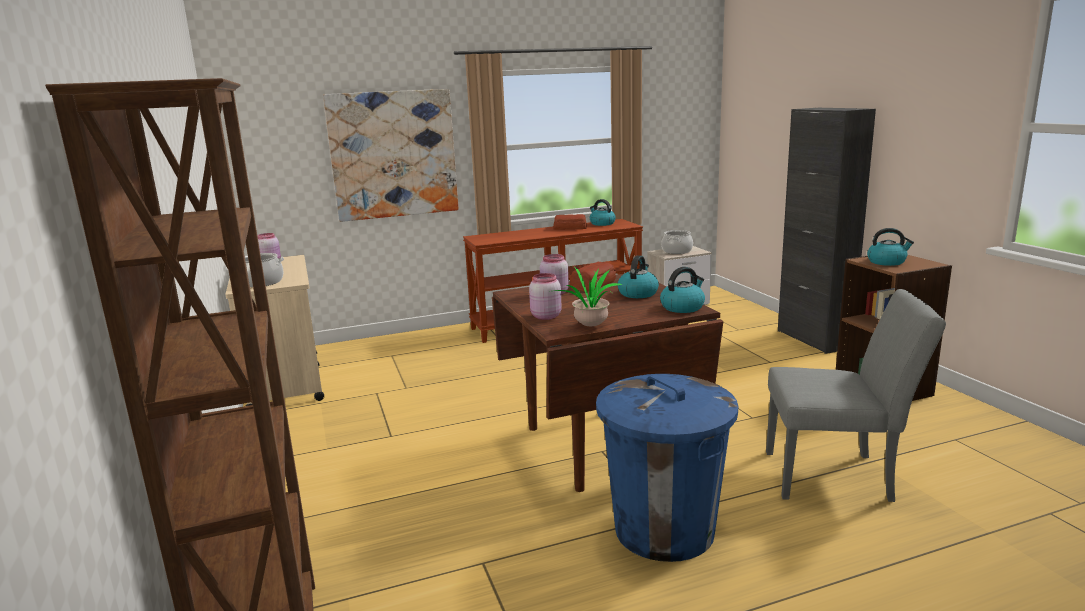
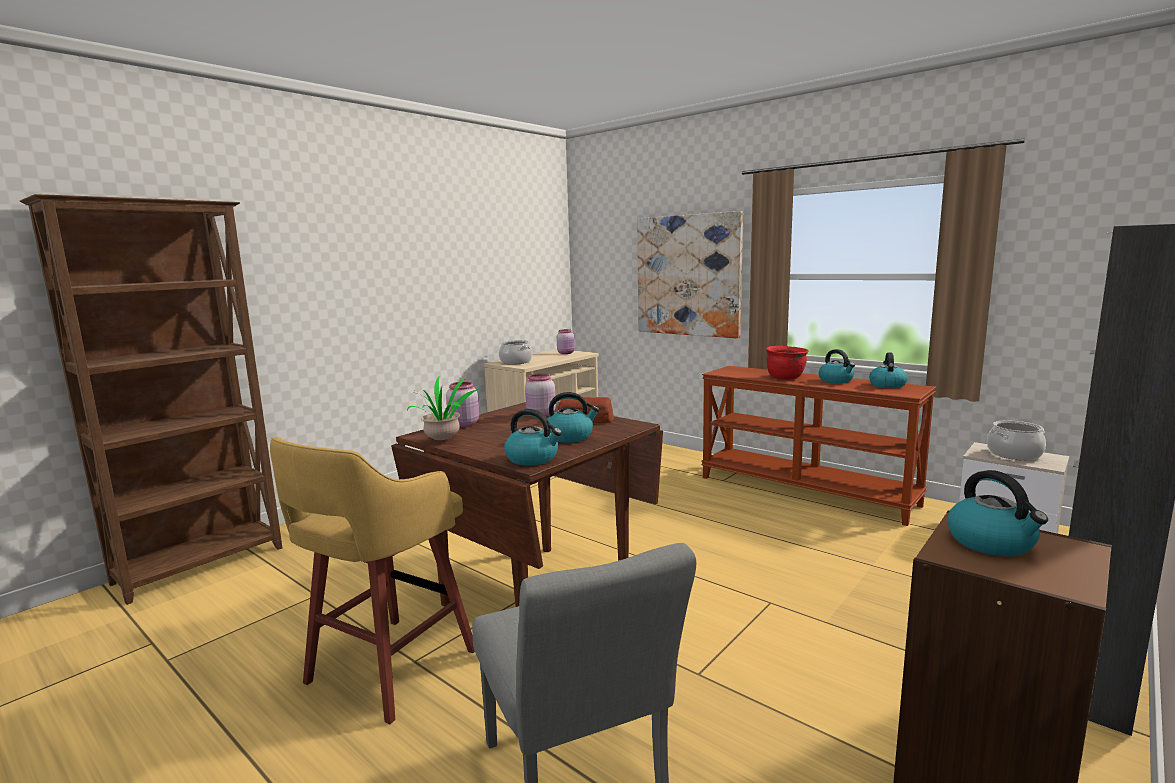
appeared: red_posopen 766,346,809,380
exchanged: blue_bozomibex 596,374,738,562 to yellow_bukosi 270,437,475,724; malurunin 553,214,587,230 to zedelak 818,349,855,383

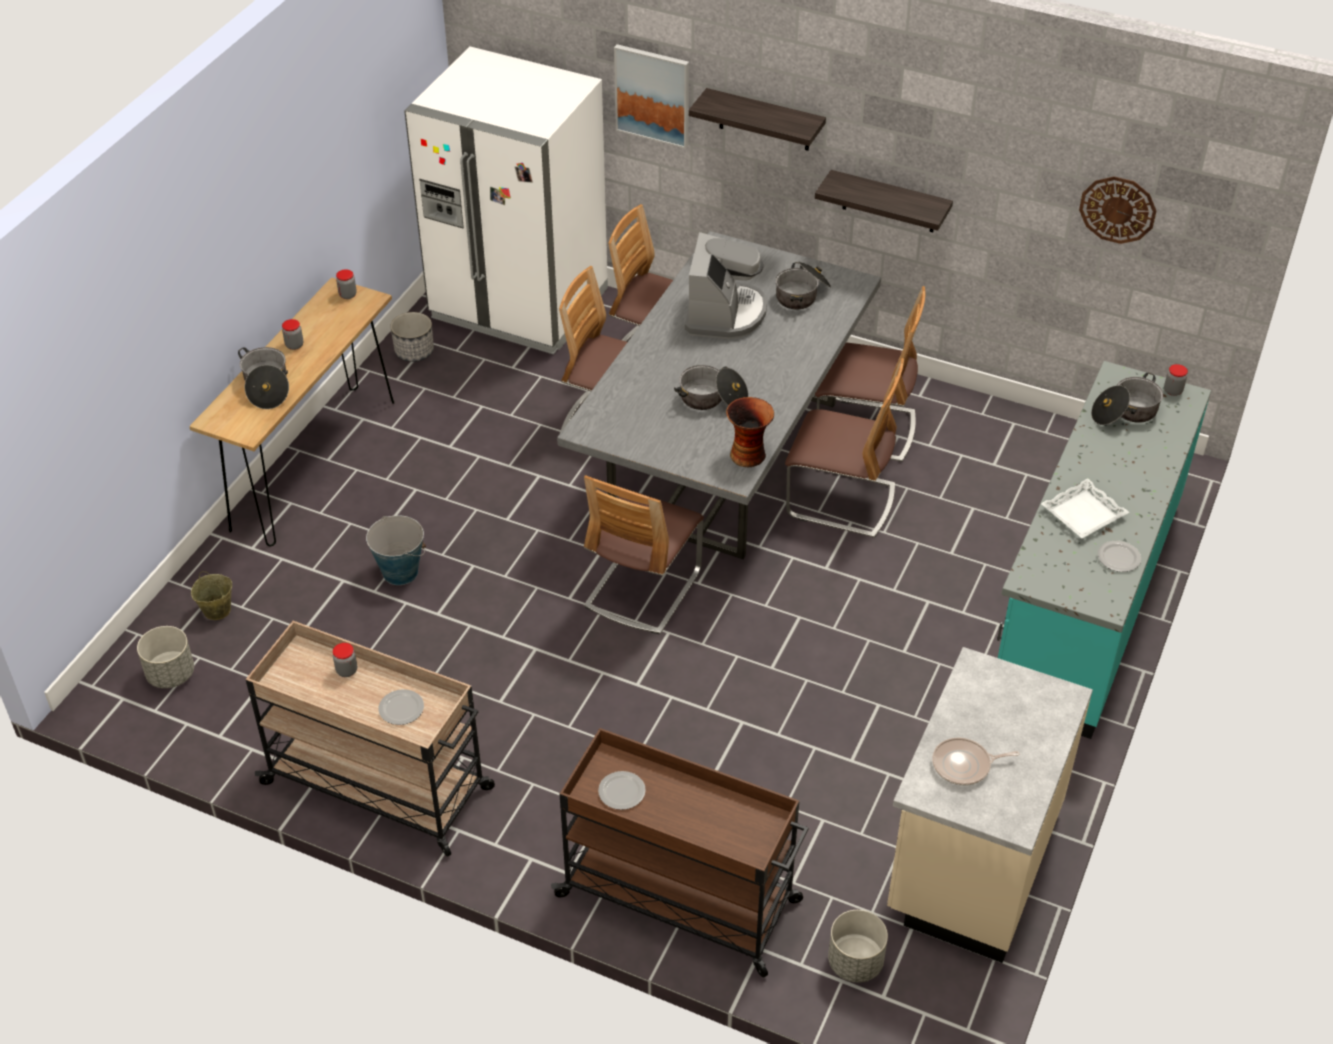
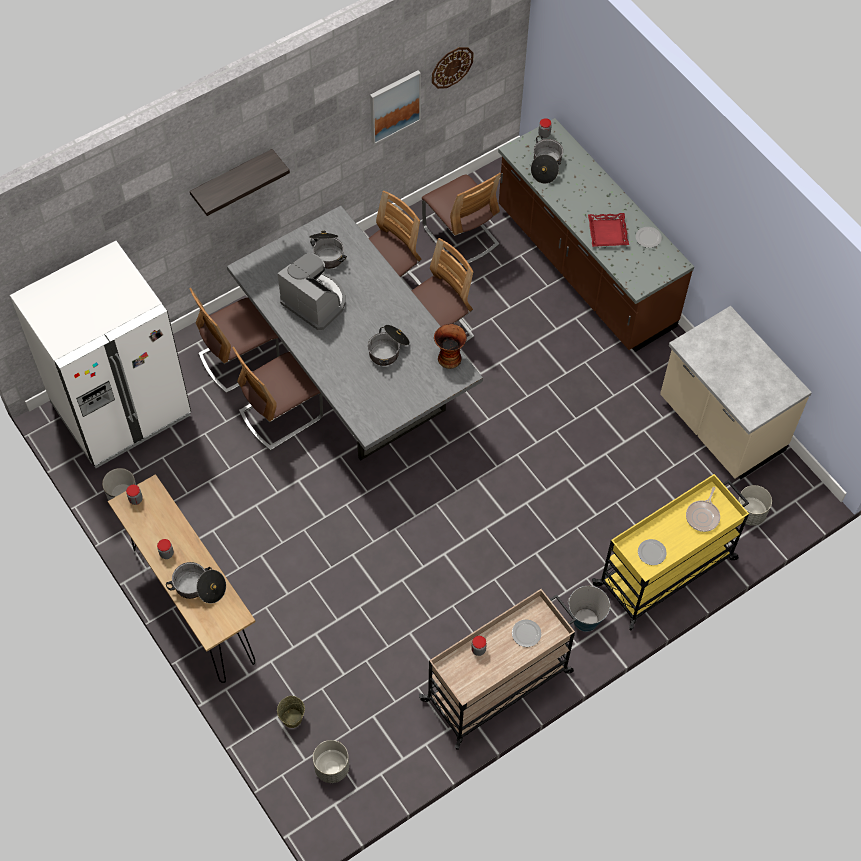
missing: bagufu 815,170,953,232
relocated: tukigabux 614,44,689,149 to 370,70,421,144; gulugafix 584,475,704,634 to 422,173,501,266; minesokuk 366,515,426,585 to 568,586,610,632; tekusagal 932,737,1019,786 to 686,487,720,532
colour: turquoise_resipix 997,361,1211,739 to brown_resipix 498,118,694,352; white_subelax 1041,478,1129,538 to red_subelax 588,213,629,247; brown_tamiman 551,728,809,977 to yellow_tamiman 592,474,749,631

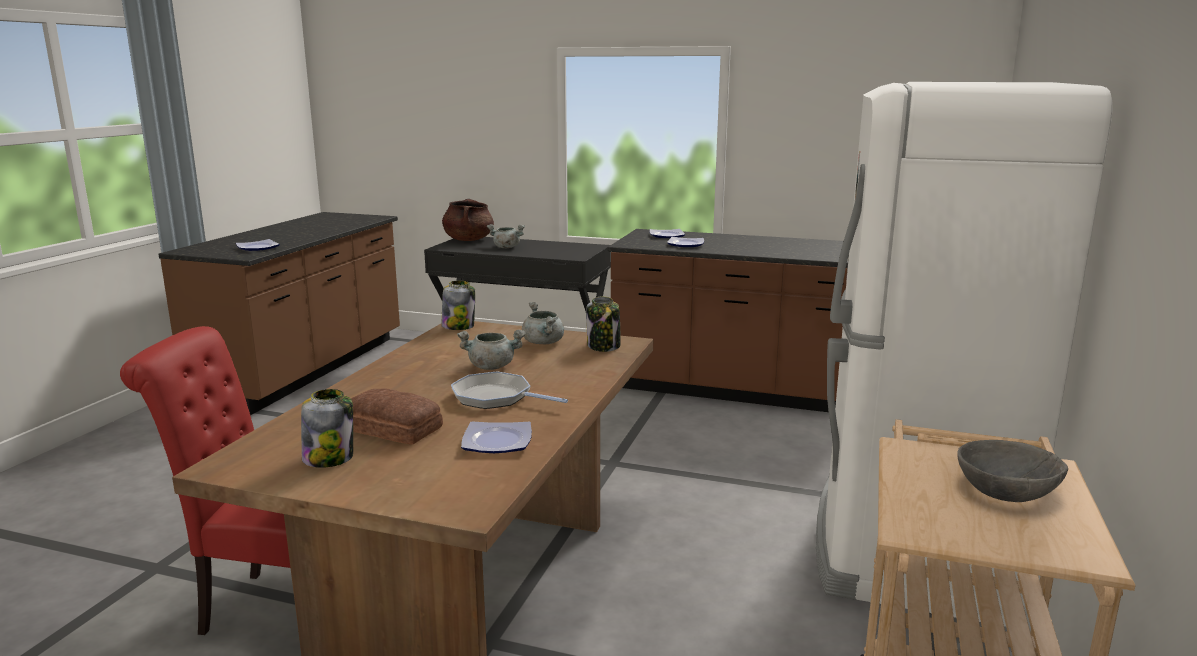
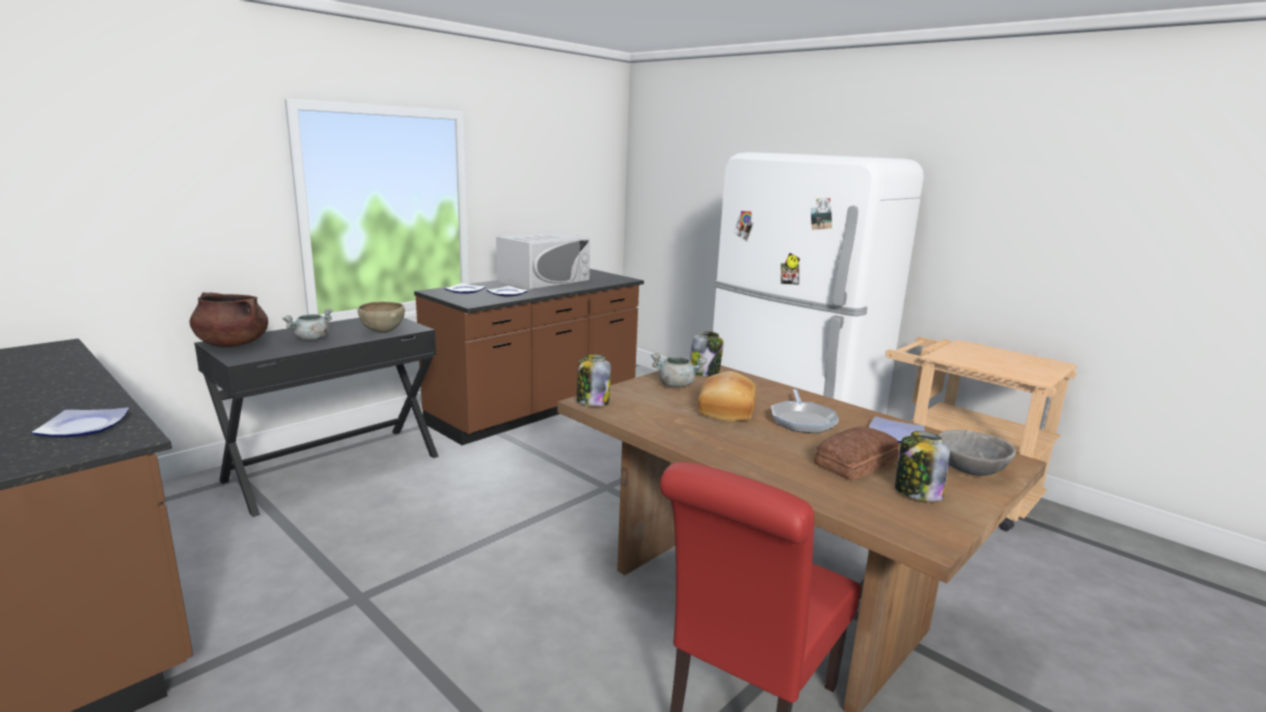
appeared: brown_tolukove 358,302,405,333; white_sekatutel 496,232,590,290
relocated: grey_tolukove 957,440,1068,502 to 938,430,1016,476
exchanged: grey_posopen 457,330,526,370 to malurunin 698,371,757,421
spun: tekusagal 451,371,568,409 = 771,389,839,433 45 degrees counterclockwise

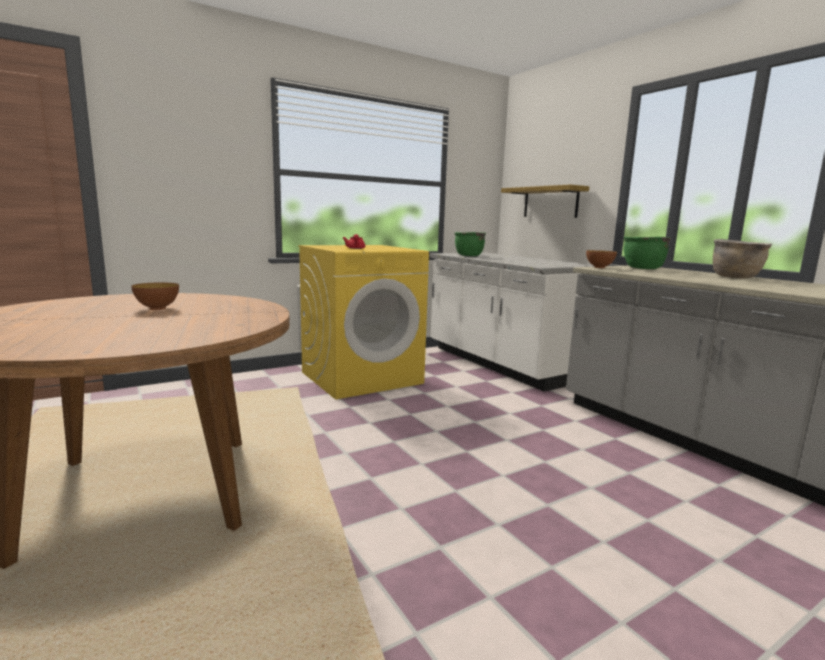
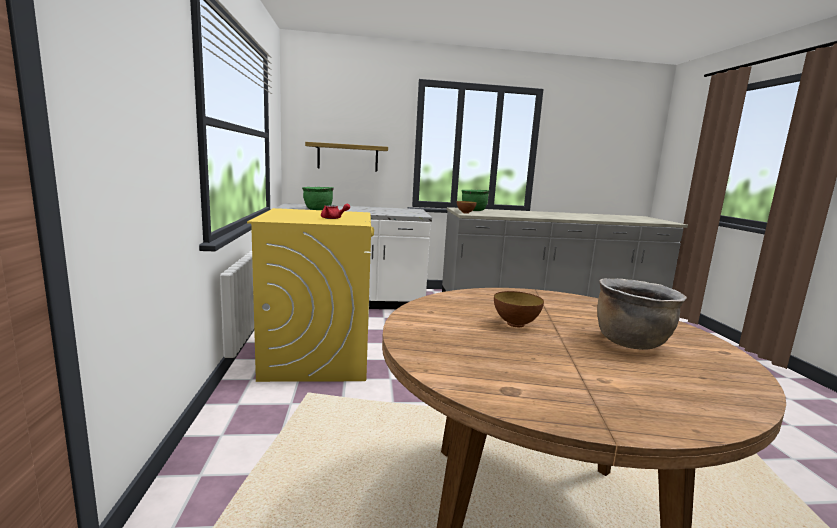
relocated: brown_posopen 713,239,772,278 to 597,278,687,350

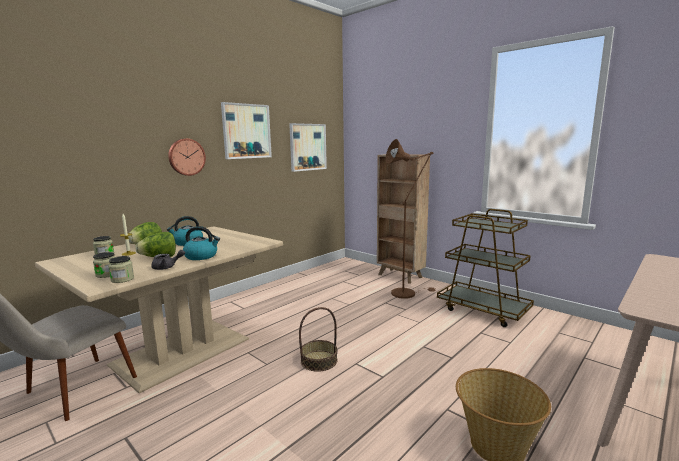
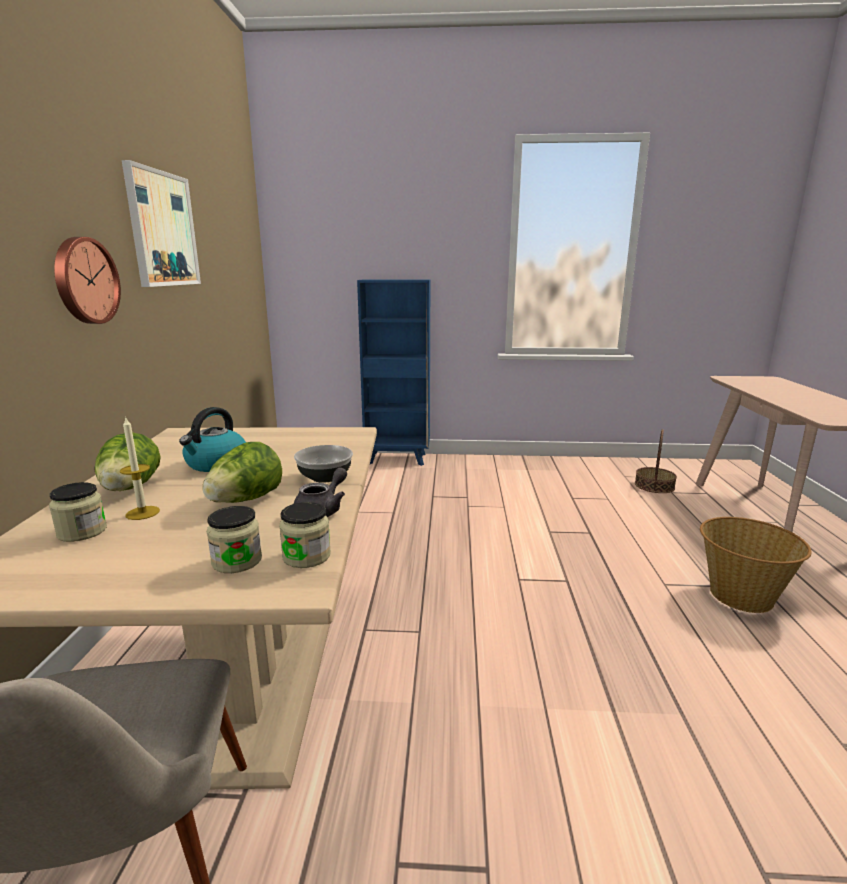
missing: tukigabux 289,123,327,172; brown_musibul 385,139,436,299; brown_tamiman 437,209,534,327
relocated: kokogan 299,307,337,372 to 635,429,677,493
exchanged: zedelak 183,226,220,260 to tolukove 294,445,353,483
colour: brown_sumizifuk 377,154,430,284 to blue_sumizifuk 357,279,430,466

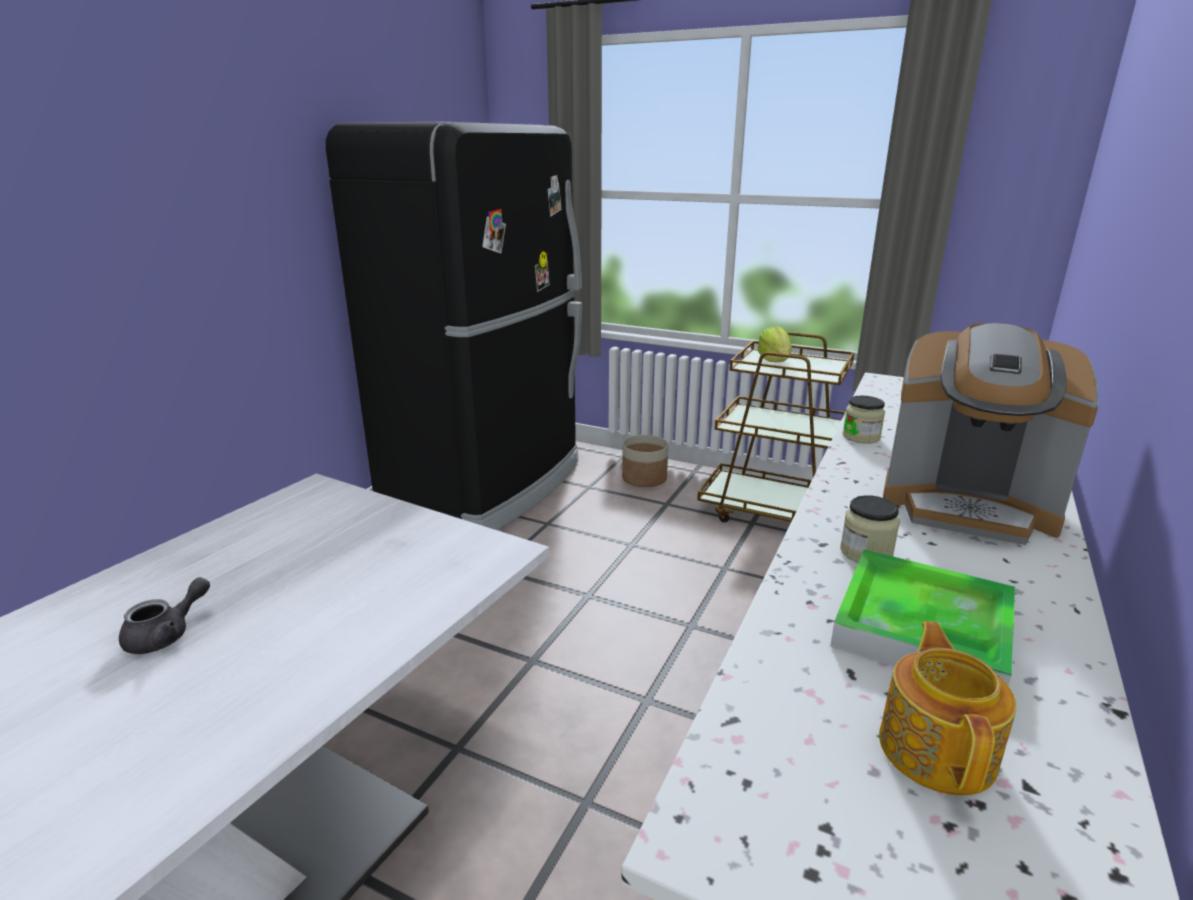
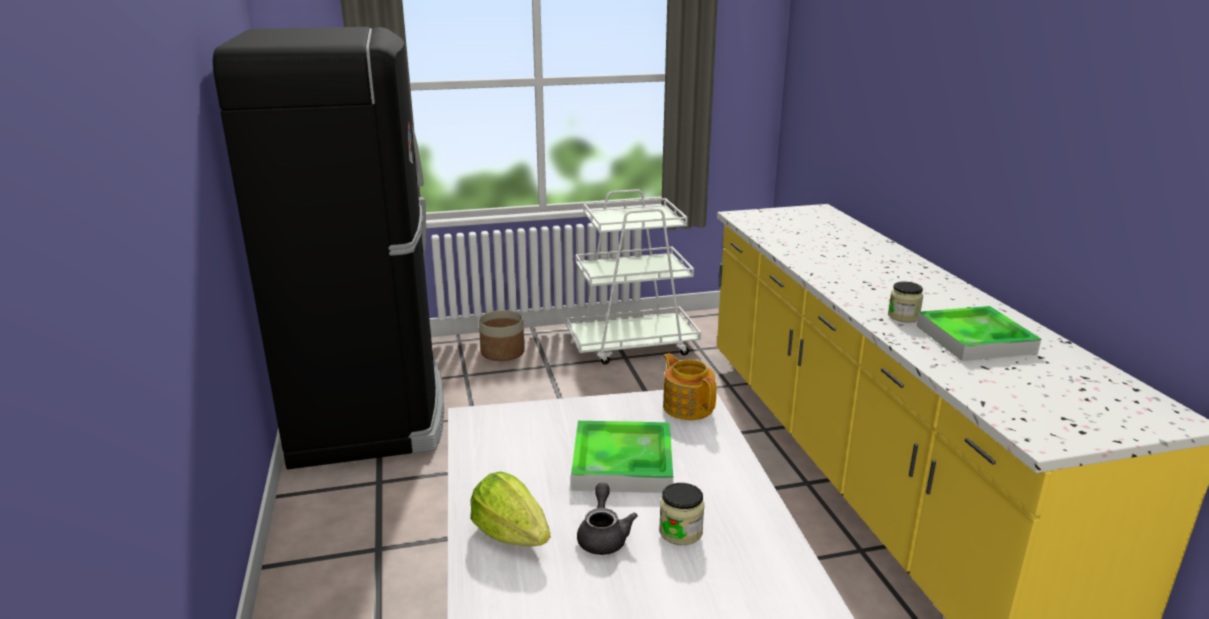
missing: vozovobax 883,323,1099,545
appeared: subelax 571,421,673,493
relocated: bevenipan 757,326,792,362 to 470,471,550,546; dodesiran 843,396,885,444 to 659,483,704,545; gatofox 879,621,1016,796 to 663,353,717,420
colour: brown_tamiman 697,332,855,522 to white_tamiman 566,189,701,364

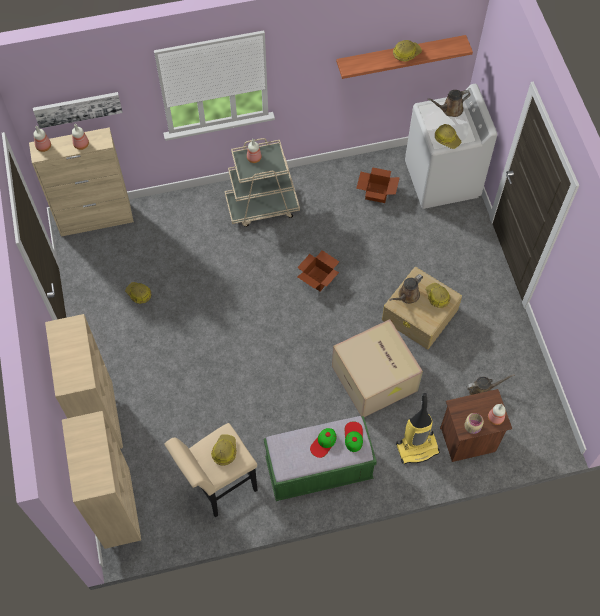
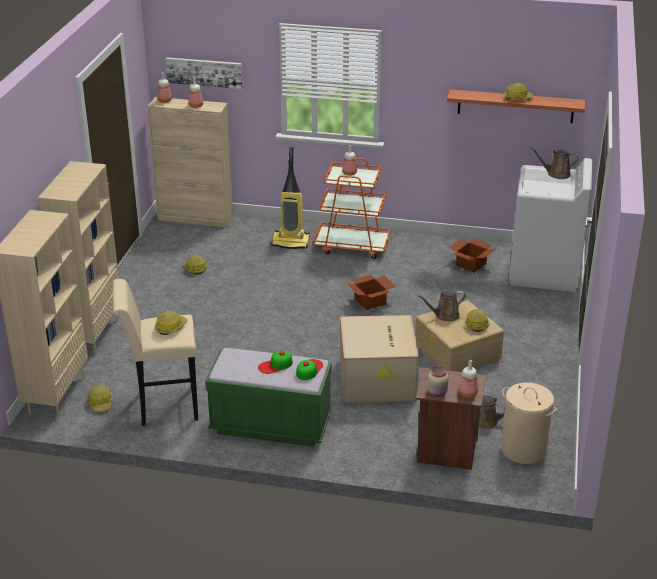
appeared: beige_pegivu 501,382,557,464
relocated: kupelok 435,124,461,149 to 87,385,113,412; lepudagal 396,393,440,464 to 271,147,310,249
colour: beige_tamiman 225,138,300,227 to orange_tamiman 313,158,391,259

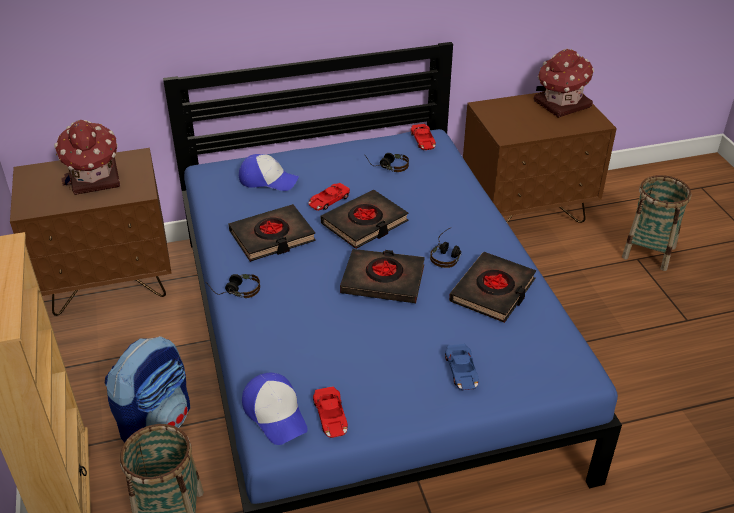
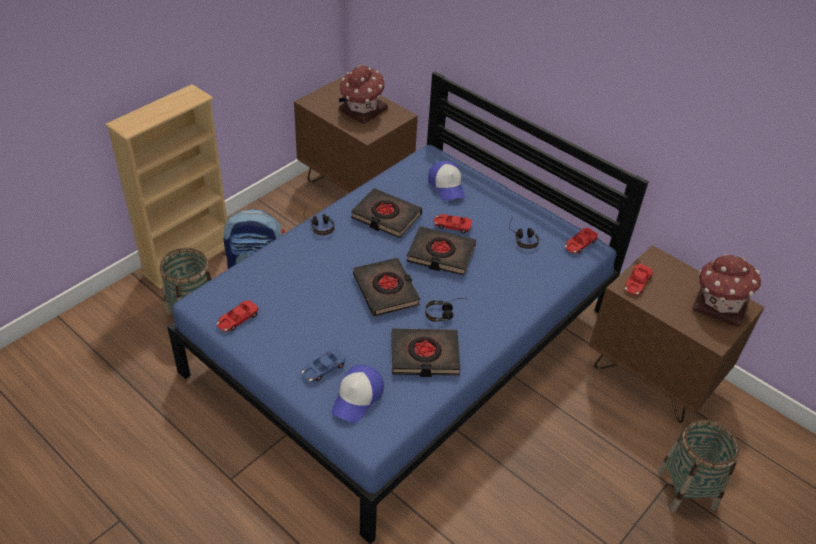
appeared: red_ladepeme 625,263,653,295
relocated: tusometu 242,373,308,445 to 332,365,384,423

